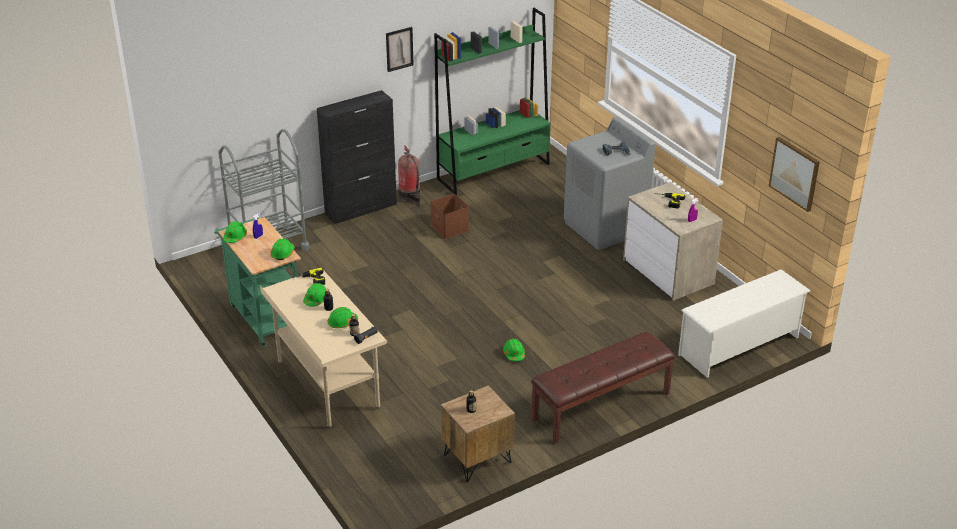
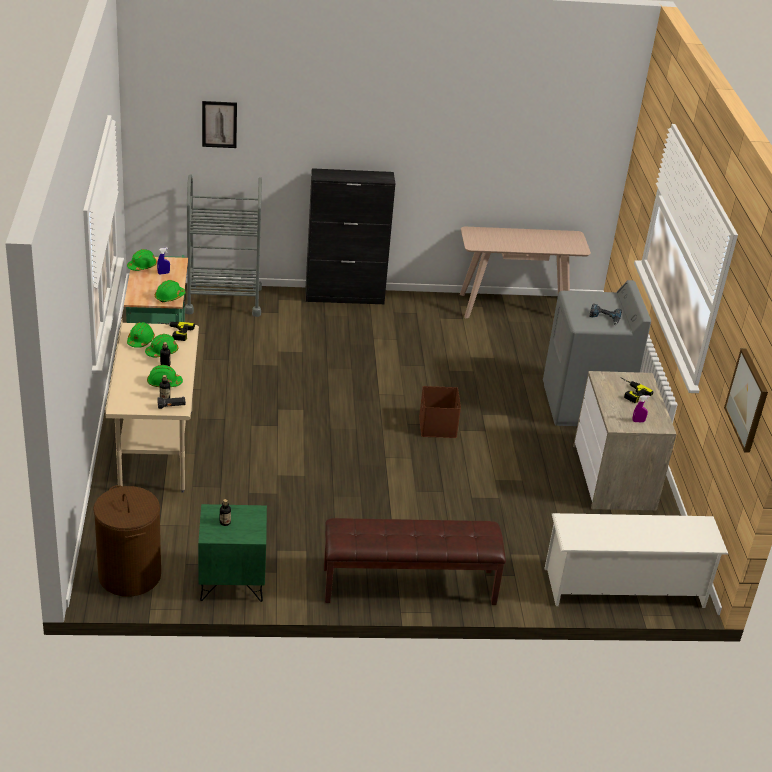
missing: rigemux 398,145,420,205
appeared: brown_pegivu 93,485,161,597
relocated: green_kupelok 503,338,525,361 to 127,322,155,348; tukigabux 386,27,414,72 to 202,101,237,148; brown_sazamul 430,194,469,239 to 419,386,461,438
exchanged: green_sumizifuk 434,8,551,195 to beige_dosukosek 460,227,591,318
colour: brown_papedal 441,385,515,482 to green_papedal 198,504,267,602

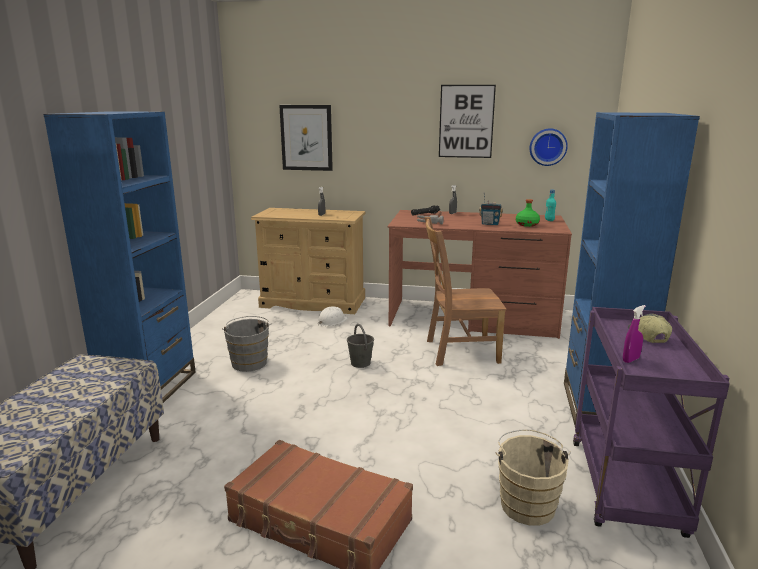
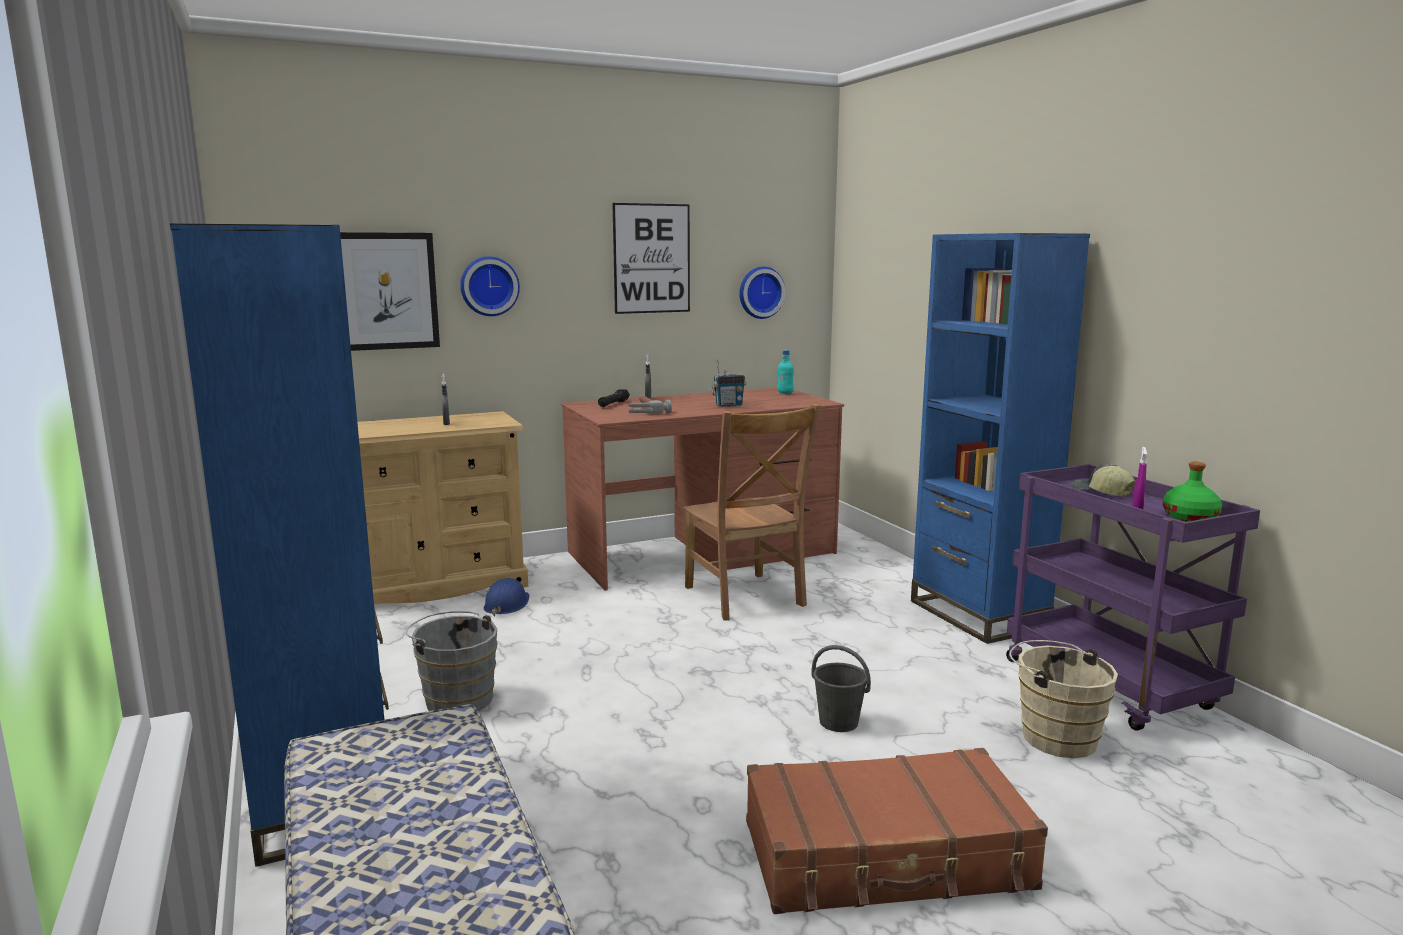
appeared: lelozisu 460,256,520,316
relocated: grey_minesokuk 347,324,374,368 to 811,645,871,732; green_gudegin 516,199,540,227 to 1163,461,1222,522
colour: white_kupelok 318,306,349,326 to blue_kupelok 483,578,529,617
spun: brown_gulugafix 425,217,506,366 = 683,404,821,620 75 degrees counterclockwise

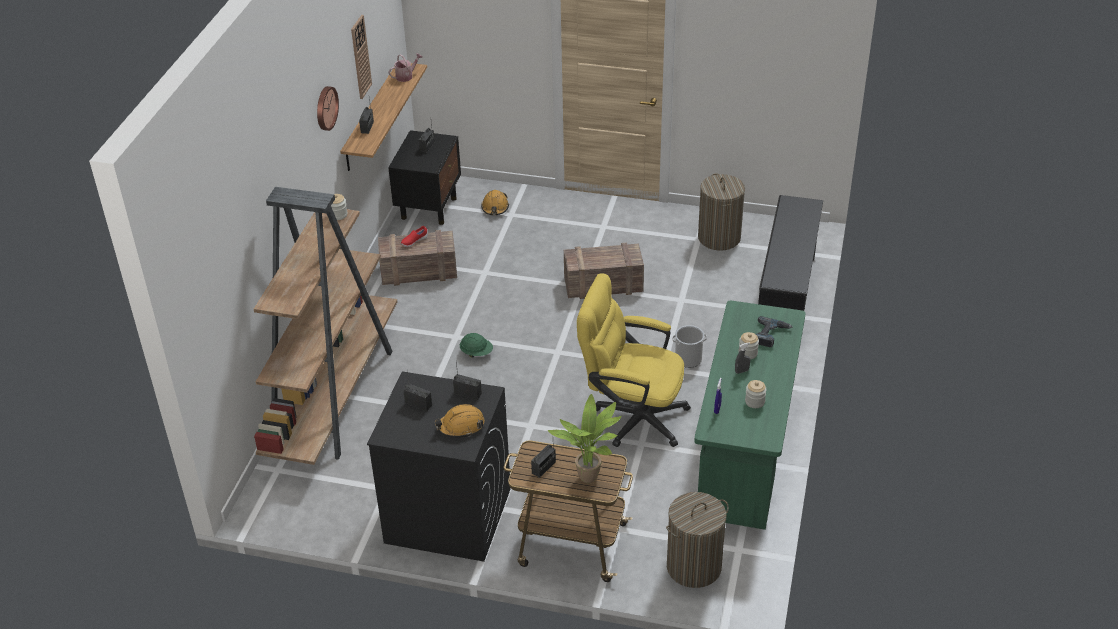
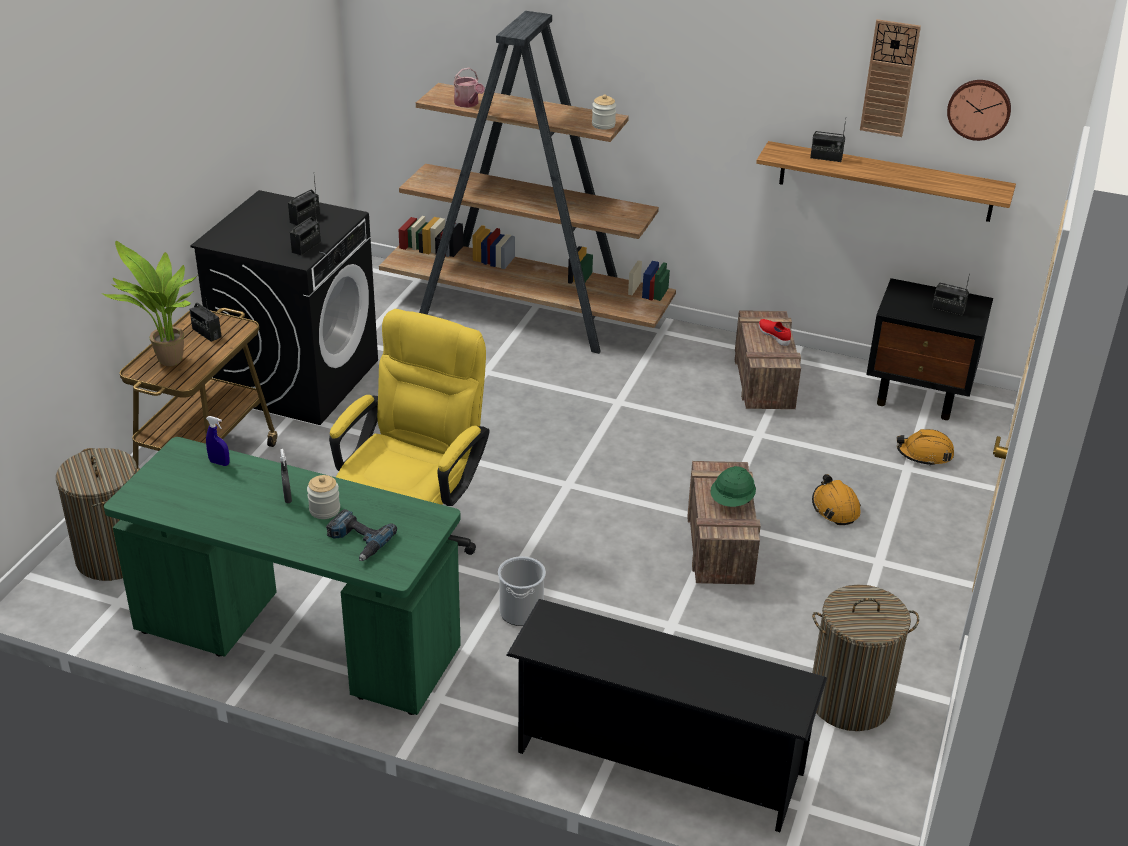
missing: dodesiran 745,380,766,408
relocated: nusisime 389,53,422,82 to 453,68,485,108; green_kupelok 460,333,493,358 to 710,466,756,507; orange_kupelok 435,404,484,438 to 812,474,861,525; lelozisu 317,86,339,131 to 947,80,1011,141

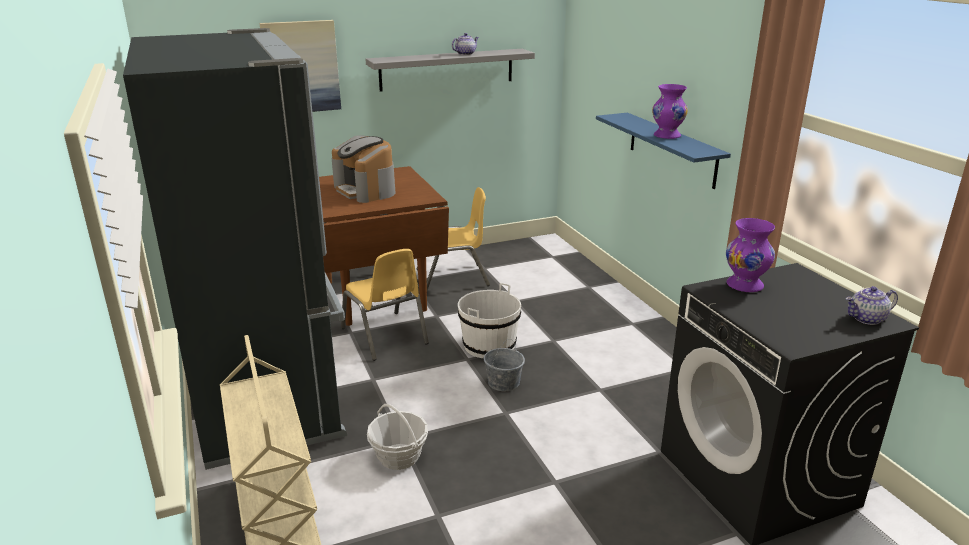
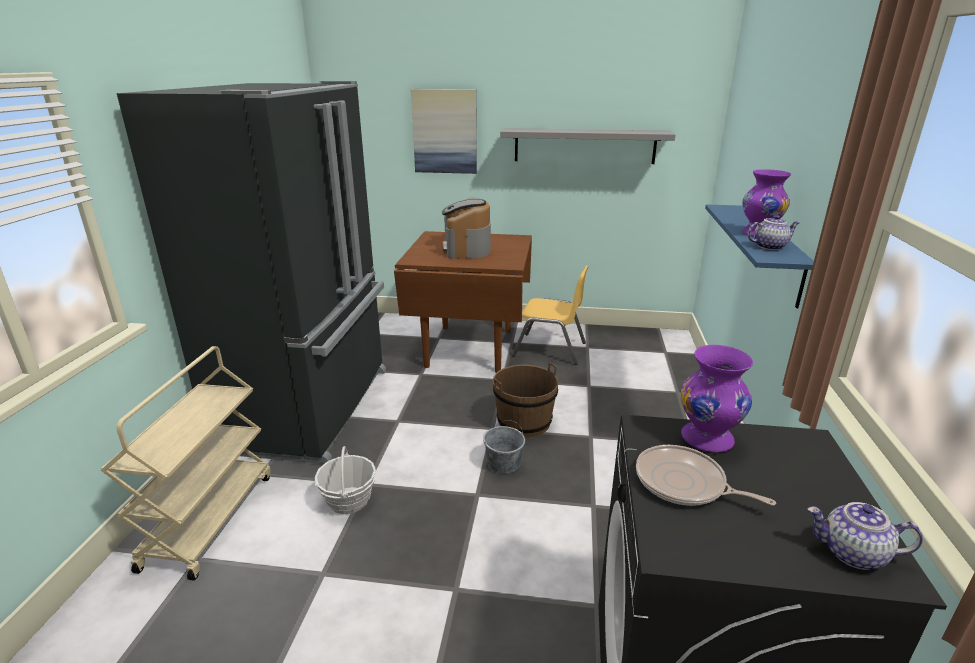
missing: yellow_gulugafix 341,249,429,361
appeared: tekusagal 636,445,776,506
relocated: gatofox 452,33,479,55 to 747,215,799,250
colour: white_minesokuk 458,283,521,358 to brown_minesokuk 493,362,558,437

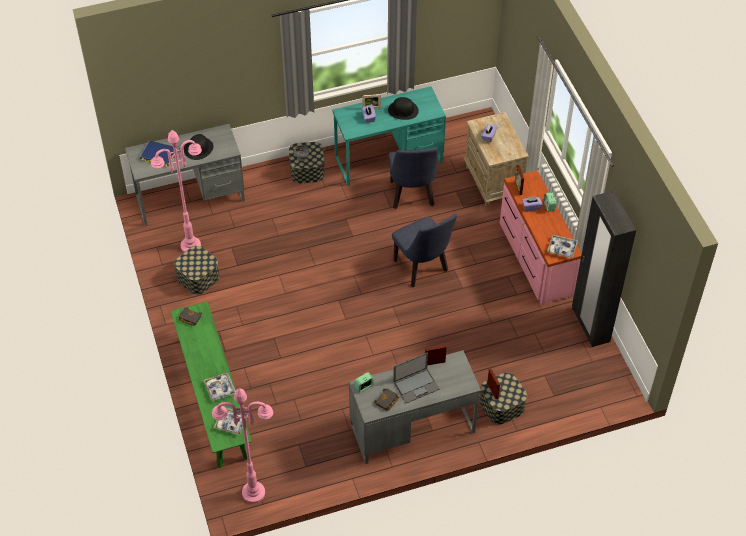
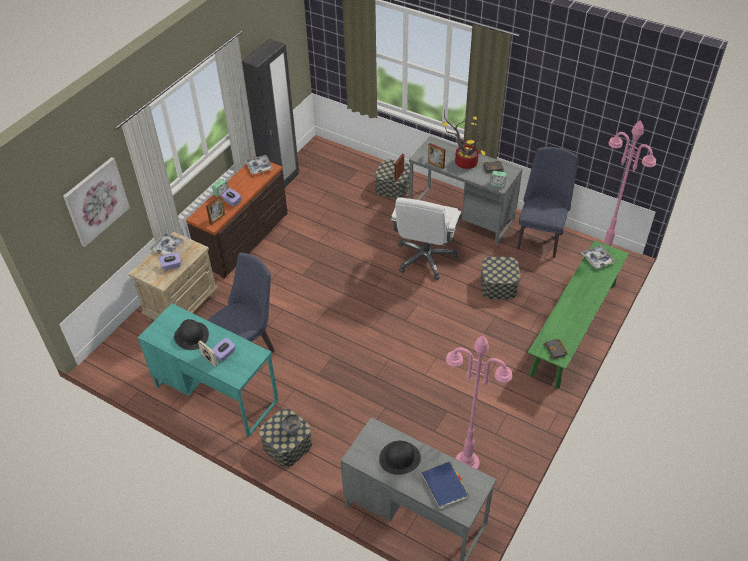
appeared: tukigabux 63,157,130,247; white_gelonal 391,197,461,280
relocated: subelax 203,373,235,402 to 149,233,184,255; sazamul 174,246,220,295 to 480,257,520,299; blue_gulugafix 392,214,457,287 to 517,147,578,257
exchanged: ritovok 393,352,440,403 to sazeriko 442,110,486,169
colour: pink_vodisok 500,170,582,306 to brown_vodisok 186,156,288,279

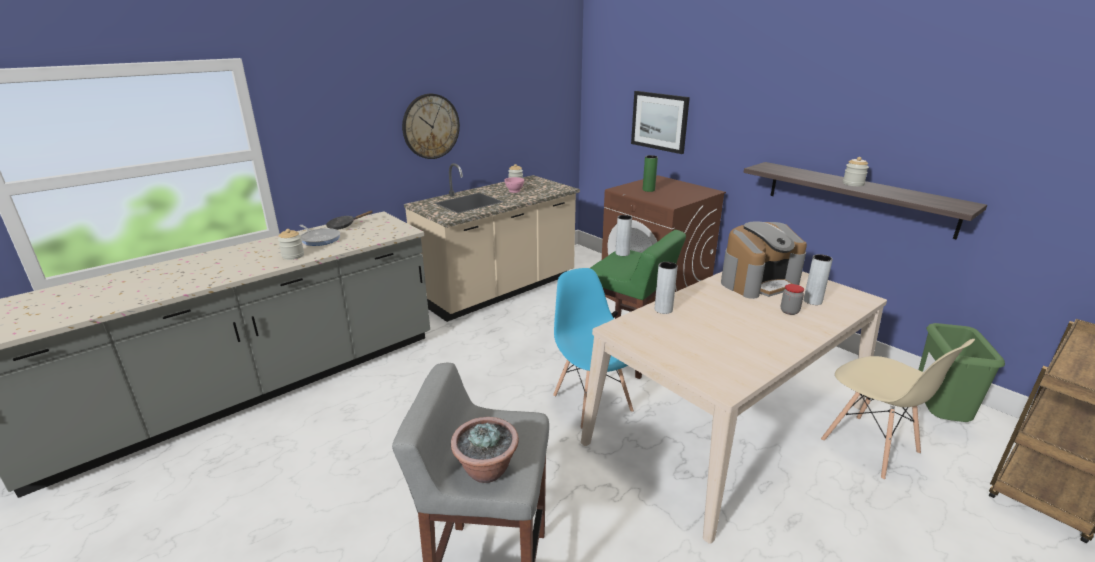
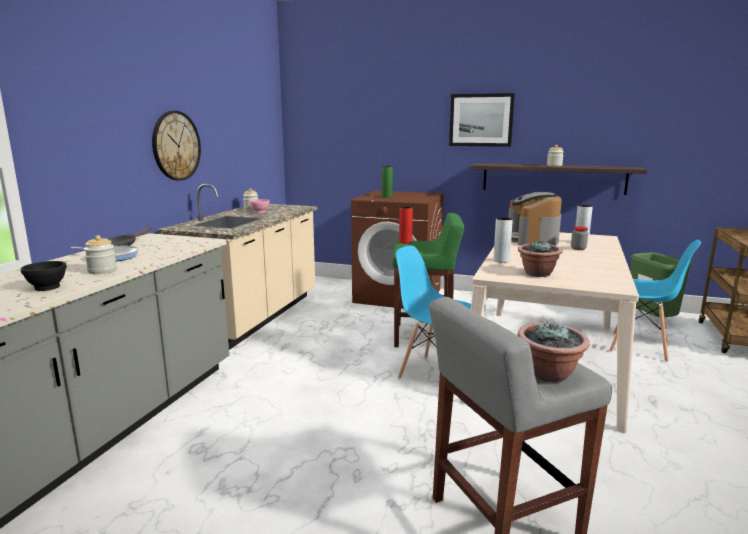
appeared: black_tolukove 21,261,67,291; sazeriko 518,240,563,277
relocated: tukigabux 631,91,690,154 to 449,93,515,147
colour: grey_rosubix 616,215,632,256 to red_rosubix 399,206,413,244; beige_gulugafix 821,339,975,480 to blue_gulugafix 610,240,701,362
spun: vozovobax 721,221,807,299 = 508,192,562,246 150 degrees clockwise

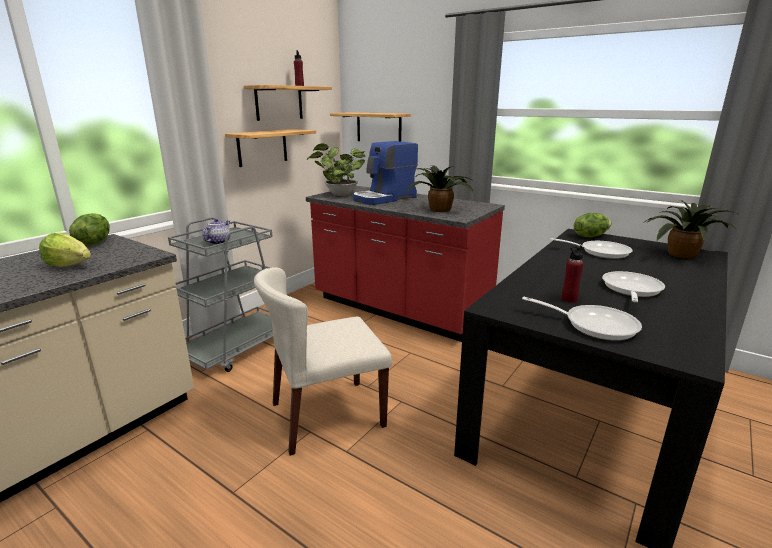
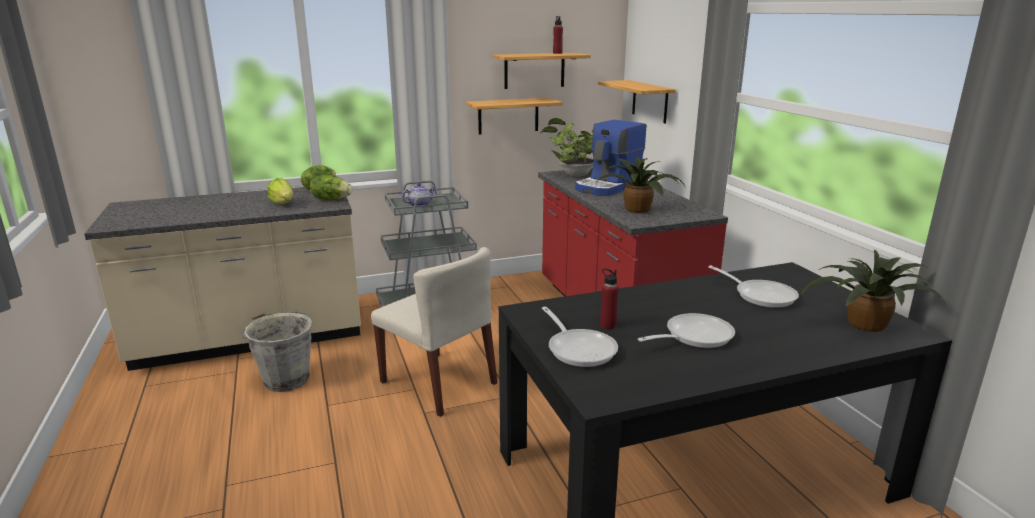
appeared: grey_minesokuk 242,312,313,392
relocated: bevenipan 574,213,612,237 to 310,175,353,200
spun: beige_gulugafix 254,267,392,456 = 371,247,498,417 150 degrees counterclockwise; vozovobax 353,141,418,205 = 575,120,646,196 45 degrees counterclockwise

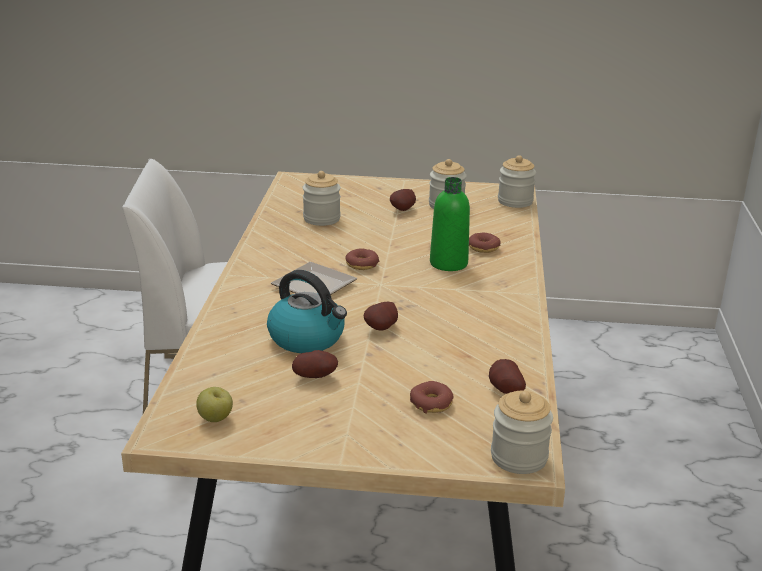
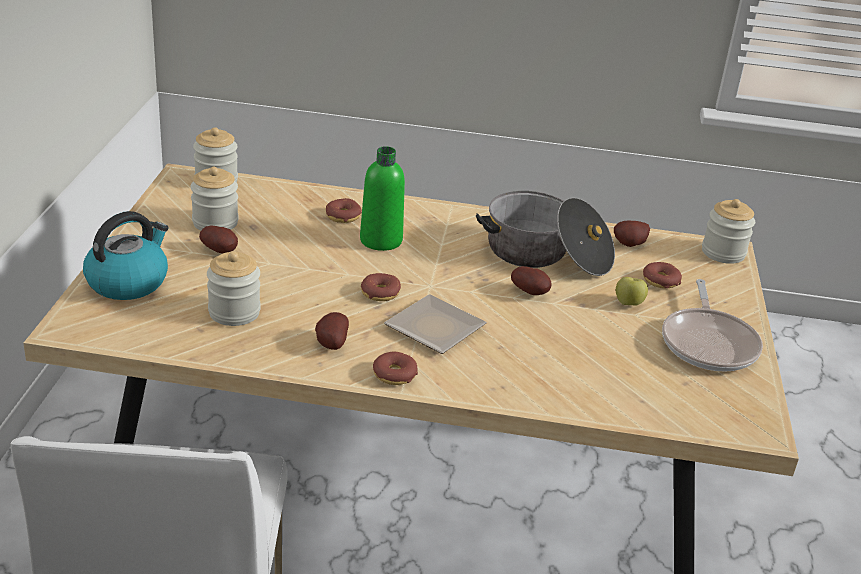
appeared: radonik 373,352,418,385; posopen 476,191,615,276; tekusagal 662,279,763,371
relocated: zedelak 267,270,347,353 to 83,211,168,300; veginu 292,350,338,378 to 315,312,349,350; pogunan 196,387,233,422 to 616,277,648,306

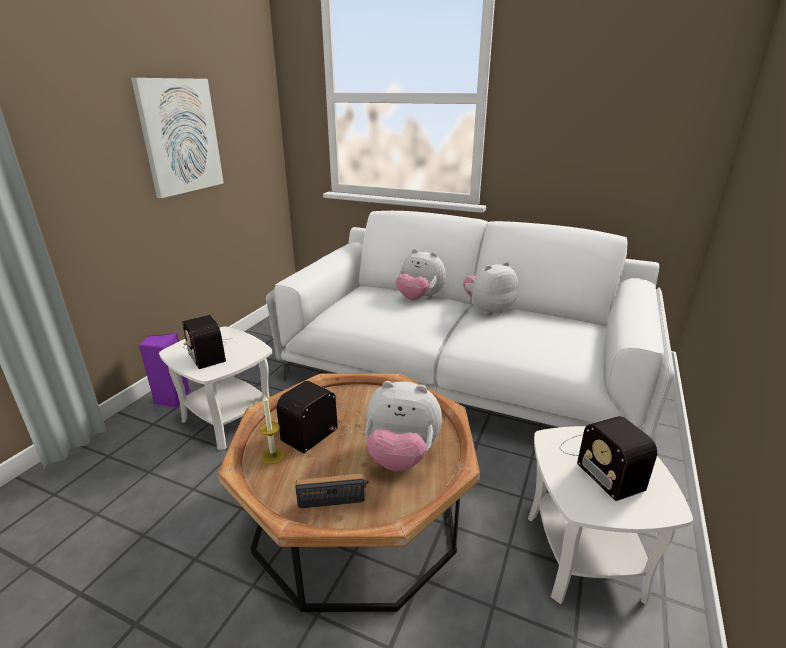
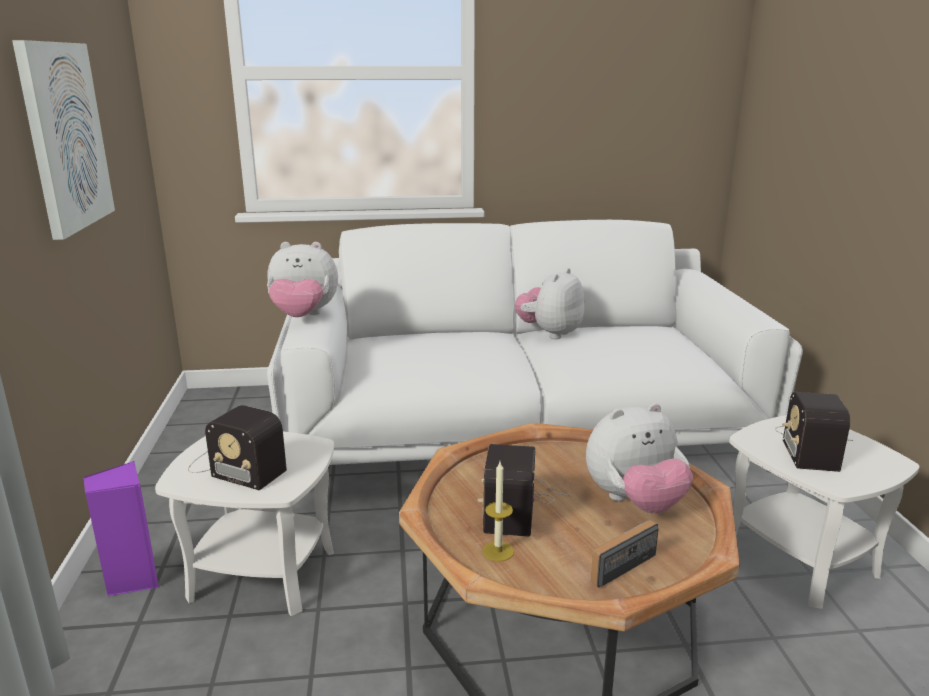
relocated: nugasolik 396,249,446,300 to 267,242,338,317
spun: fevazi 560,416,657,501 = 775,392,853,472 60 degrees clockwise

